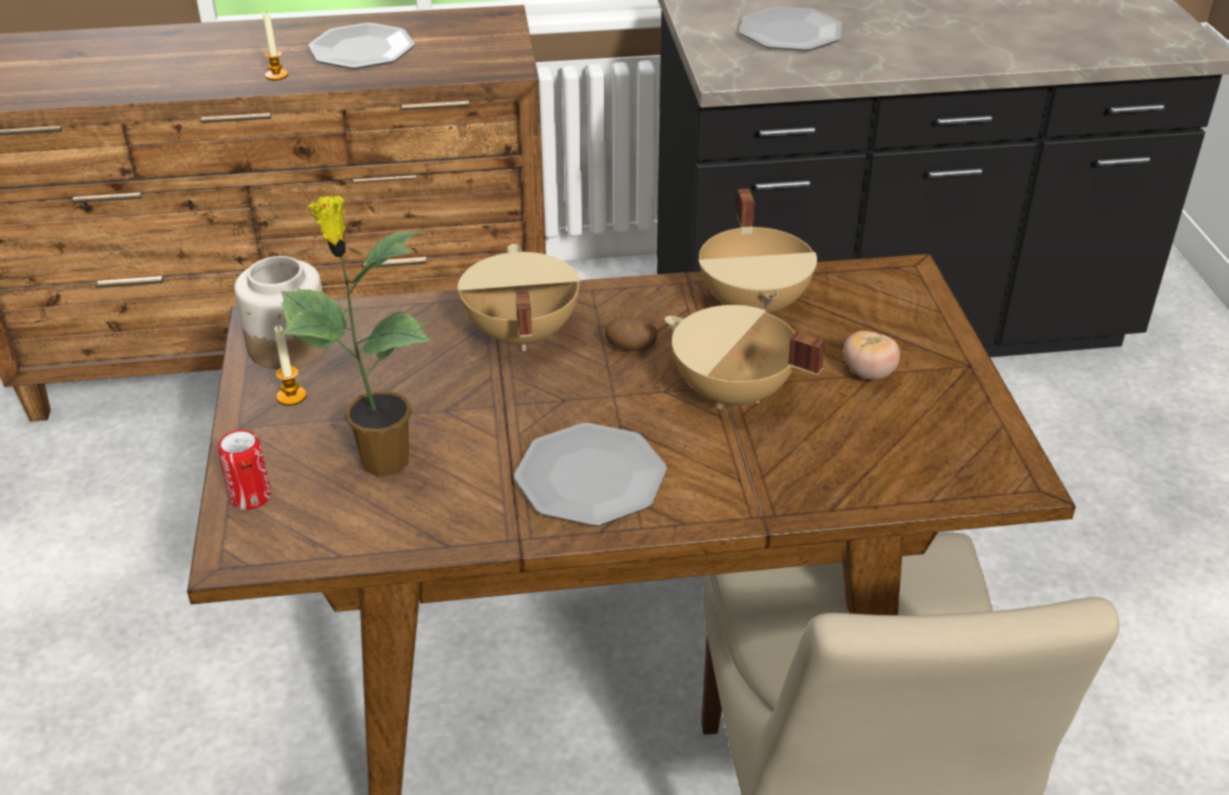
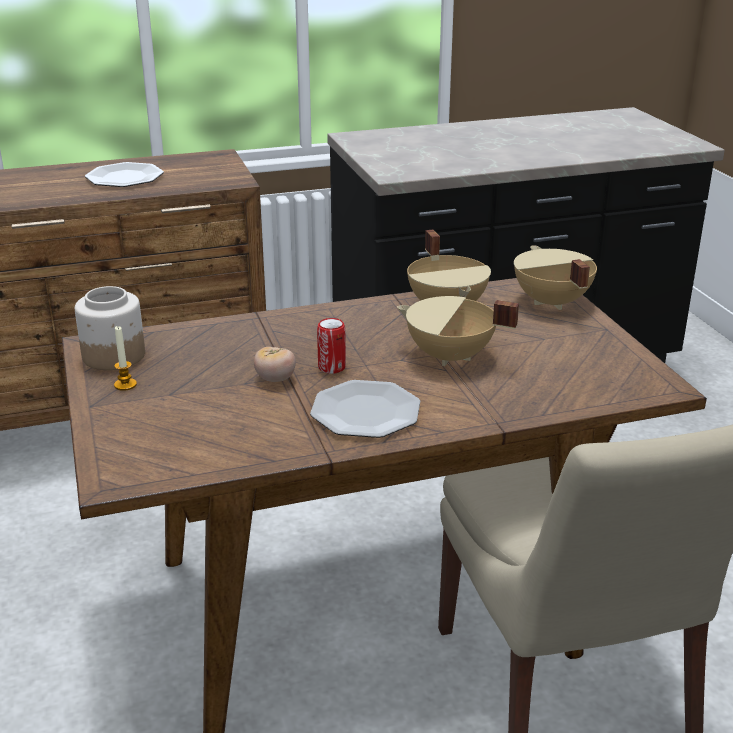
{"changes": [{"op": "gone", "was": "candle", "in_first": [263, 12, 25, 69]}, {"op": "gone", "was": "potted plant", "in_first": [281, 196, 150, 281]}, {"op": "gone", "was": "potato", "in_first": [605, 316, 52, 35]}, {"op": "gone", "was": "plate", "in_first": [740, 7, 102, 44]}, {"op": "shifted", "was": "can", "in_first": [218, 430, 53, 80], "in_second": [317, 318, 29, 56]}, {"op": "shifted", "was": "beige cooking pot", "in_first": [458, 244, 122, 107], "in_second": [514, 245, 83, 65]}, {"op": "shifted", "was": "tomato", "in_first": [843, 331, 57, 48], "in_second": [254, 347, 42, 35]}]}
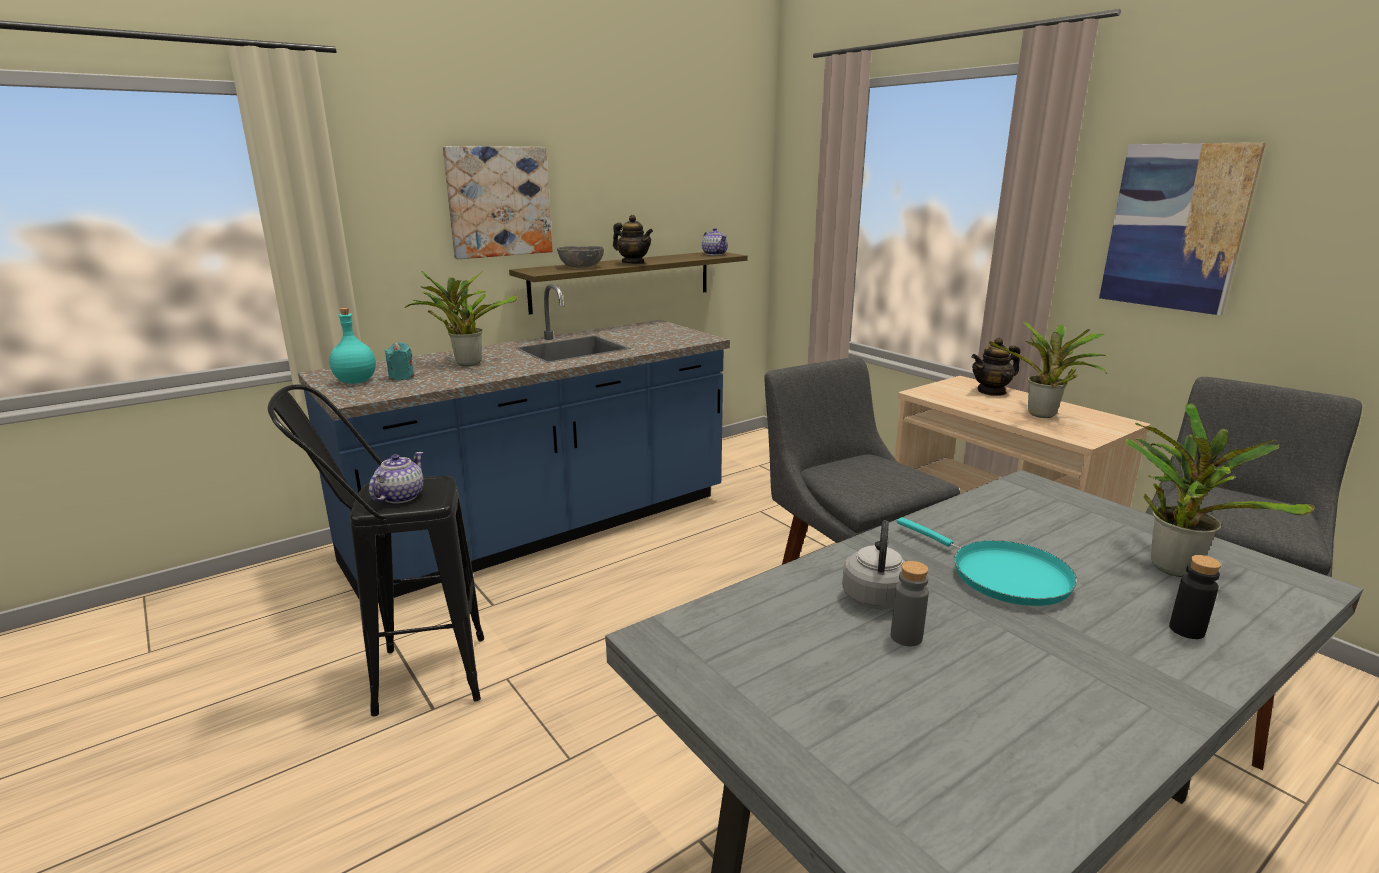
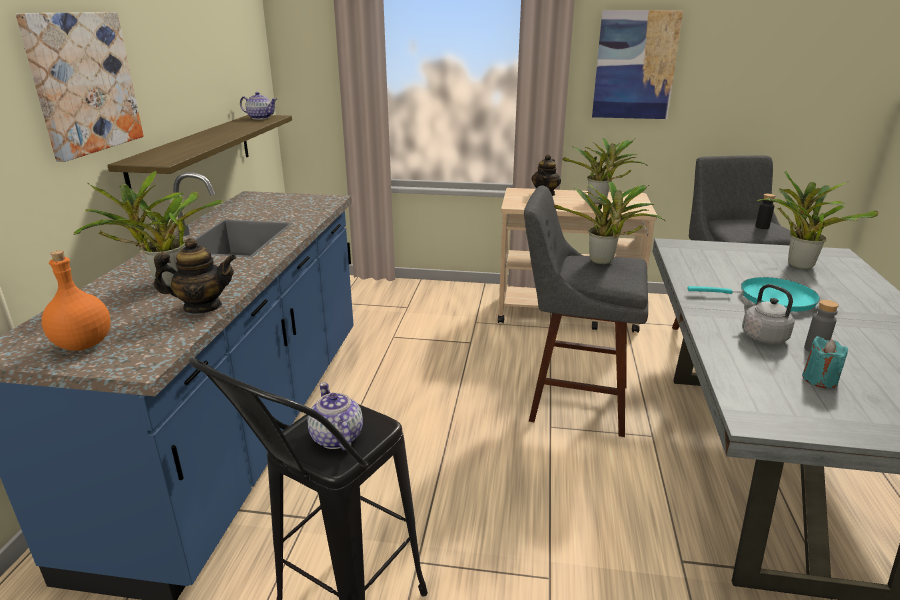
{"changes": [{"op": "gone", "was": "grey bowl", "in_first": [557, 246, 47, 22]}, {"op": "new", "now": "potted plant", "in_second": [554, 181, 111, 84]}, {"op": "shifted", "was": "turquoise candle", "in_first": [384, 342, 31, 39], "in_second": [802, 336, 46, 52]}, {"op": "shifted", "was": "teapot", "in_first": [613, 215, 40, 49], "in_second": [154, 238, 82, 76]}, {"op": "shifted", "was": "black bottle", "in_first": [1169, 555, 52, 84], "in_second": [755, 194, 20, 35]}, {"op": "repainted", "was": "turquoise bottle", "now": "orange bottle", "in_first": [329, 308, 47, 76], "in_second": [42, 251, 69, 100]}]}
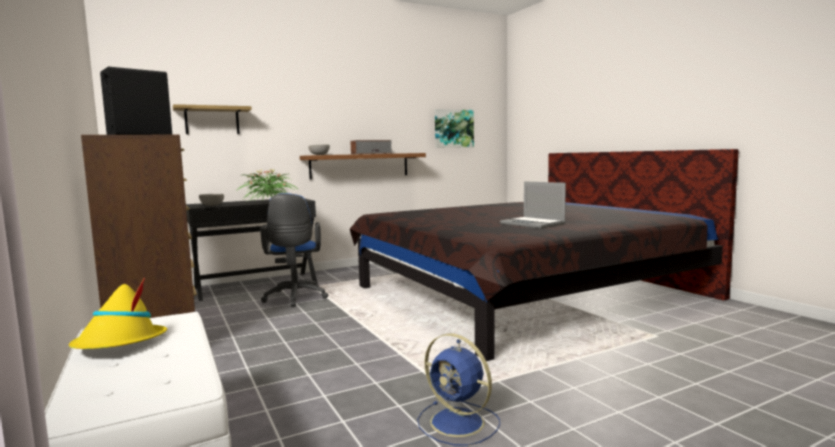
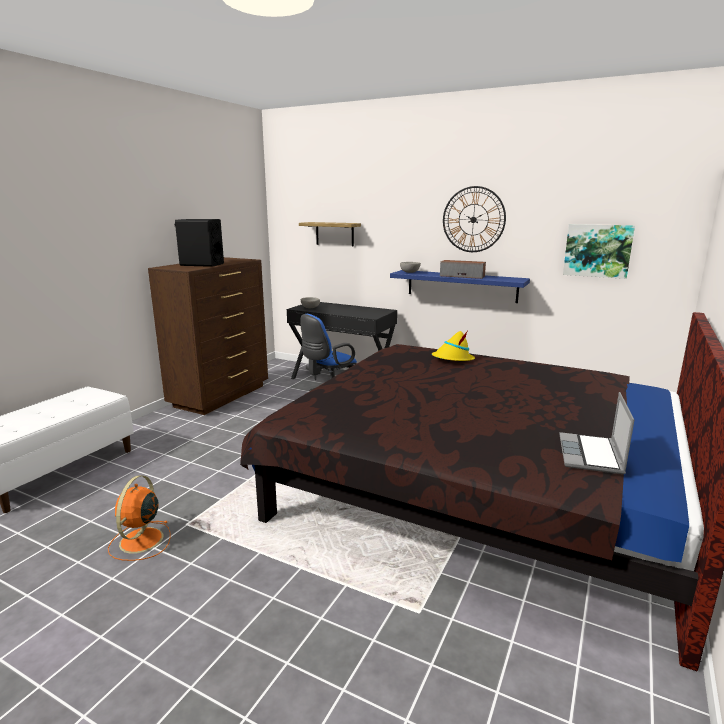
{"changes": [{"op": "gone", "was": "potted plant", "in_first": [236, 169, 63, 33]}, {"op": "new", "now": "wall clock", "in_second": [443, 186, 63, 66]}, {"op": "shifted", "was": "yellow hat", "in_first": [69, 278, 98, 71], "in_second": [432, 331, 43, 30]}, {"op": "shifted", "was": "laptop", "in_first": [500, 181, 66, 48], "in_second": [559, 392, 75, 82]}, {"op": "repainted", "was": "brown shelf", "now": "blue shelf", "in_first": [300, 153, 126, 26], "in_second": [390, 270, 140, 33]}, {"op": "repainted", "was": "blue fan", "now": "orange fan", "in_first": [417, 333, 83, 113], "in_second": [108, 475, 63, 86]}]}
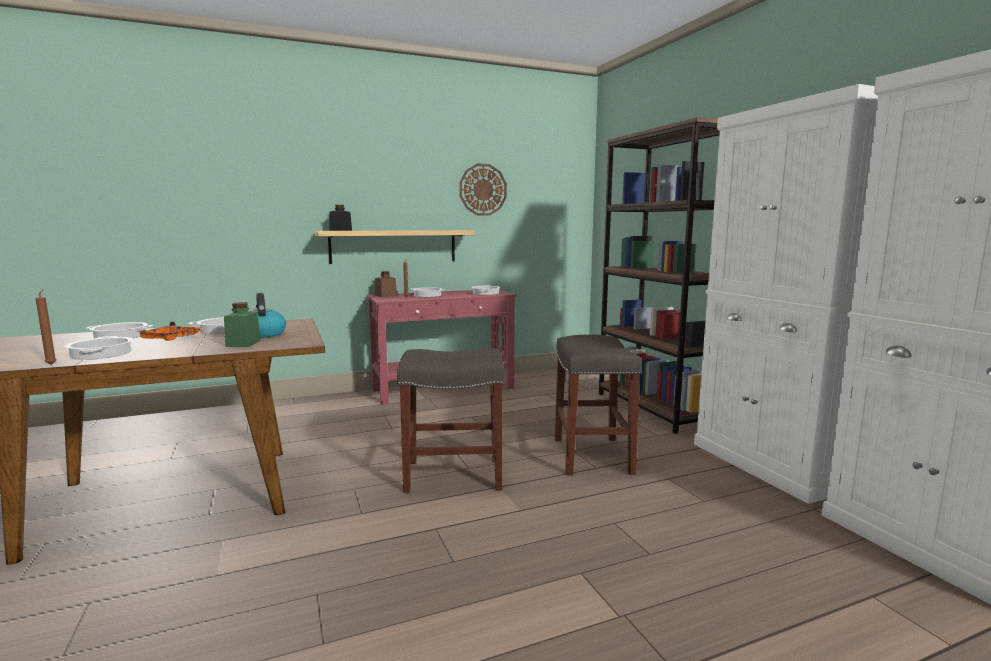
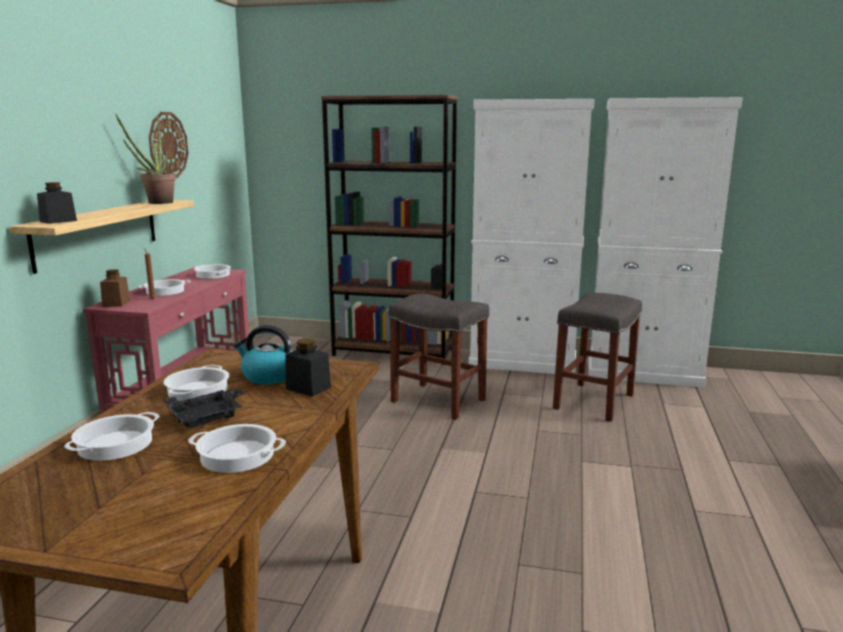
{"changes": [{"op": "gone", "was": "brown candle", "in_first": [35, 289, 21, 76]}, {"op": "new", "now": "potted plant", "in_second": [115, 113, 61, 91]}, {"op": "shifted", "was": "grey stool", "in_first": [397, 348, 107, 145], "in_second": [553, 293, 89, 129]}, {"op": "repainted", "was": "orange tray", "now": "black tray", "in_first": [136, 322, 69, 19], "in_second": [166, 388, 79, 40]}, {"op": "repainted", "was": "green jar", "now": "black jar", "in_first": [224, 302, 37, 45], "in_second": [285, 338, 46, 59]}]}
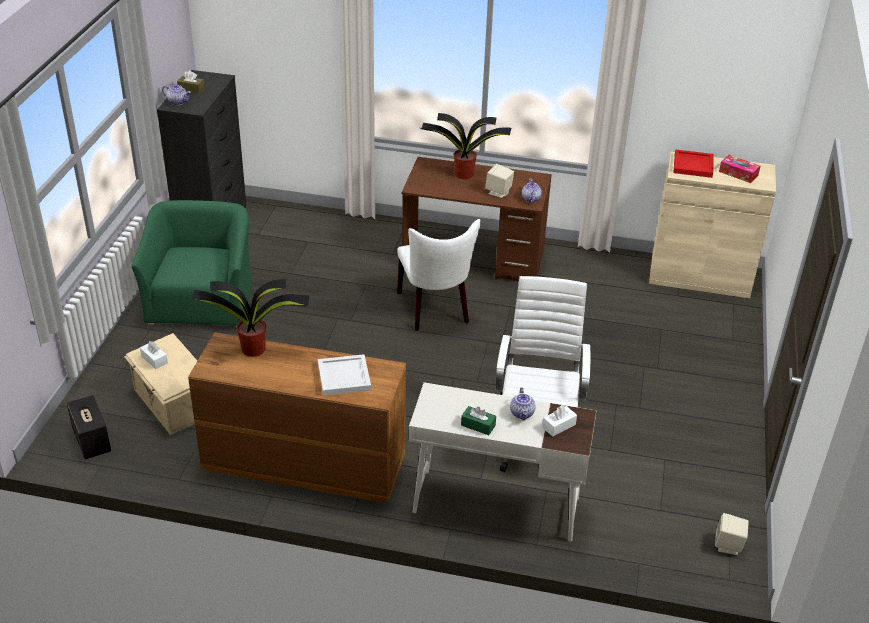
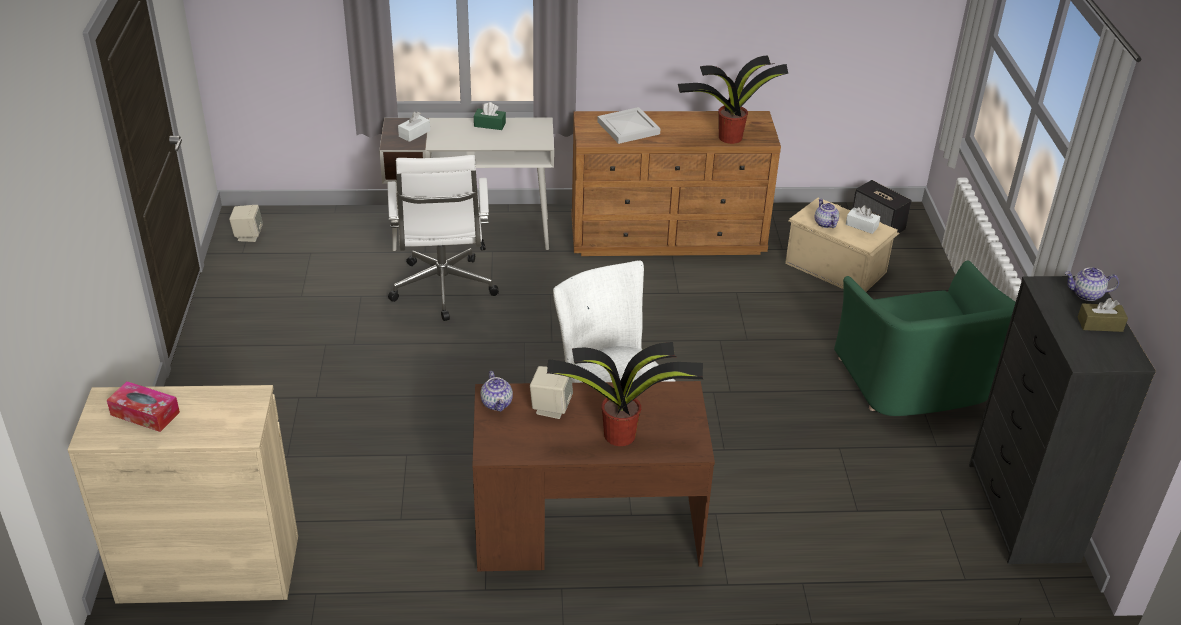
{"changes": [{"op": "gone", "was": "red tray", "in_first": [674, 149, 40, 29]}, {"op": "shifted", "was": "teapot", "in_first": [510, 387, 25, 33], "in_second": [815, 198, 24, 30]}]}
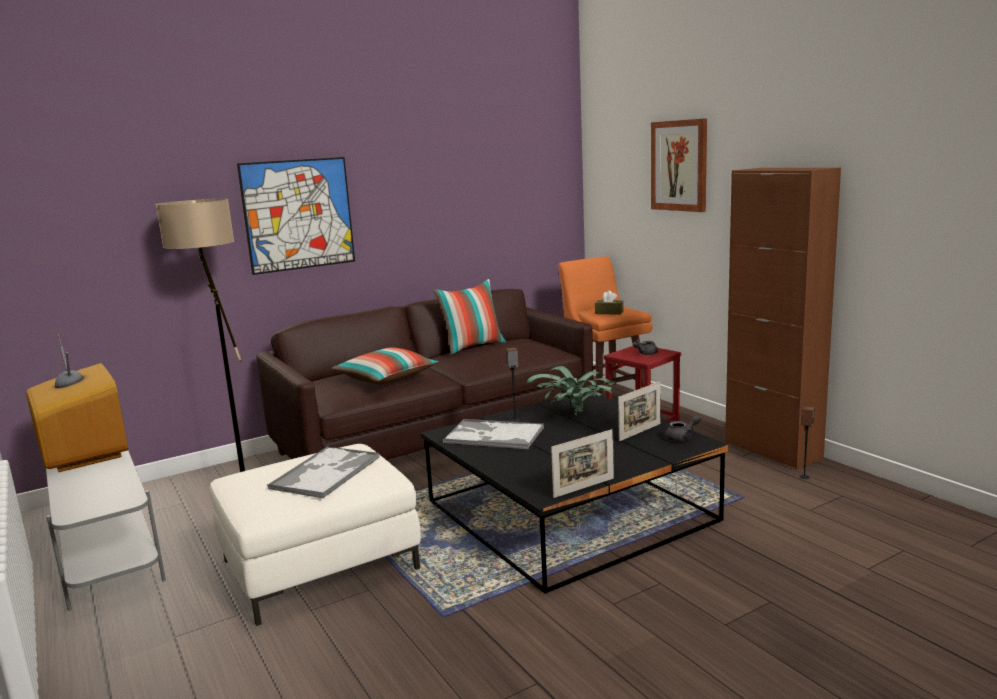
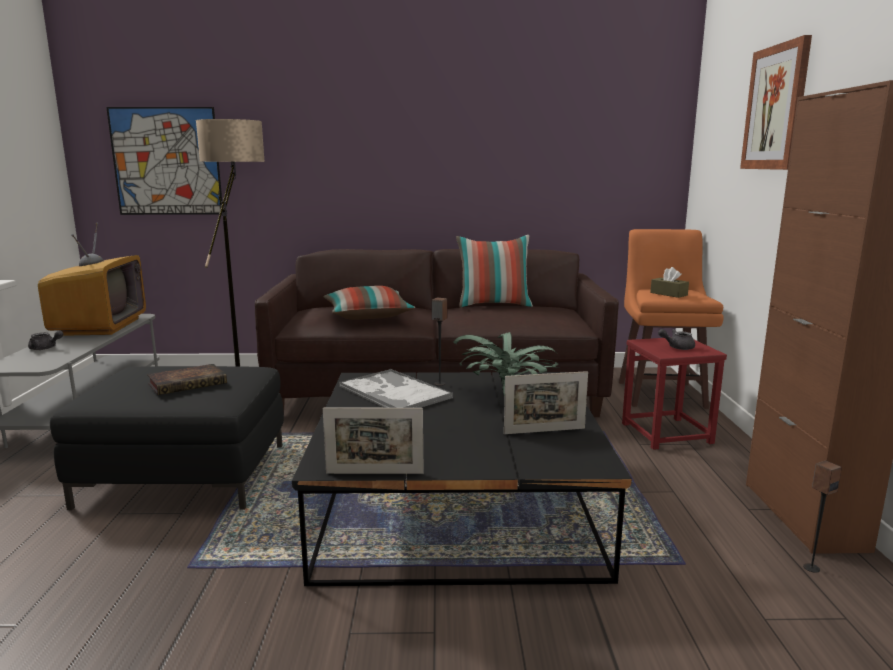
{"changes": [{"op": "shifted", "was": "picture", "in_first": [237, 157, 118, 118], "in_second": [106, 107, 116, 108]}, {"op": "shifted", "was": "grey teapot", "in_first": [665, 415, 36, 26], "in_second": [28, 330, 35, 20]}, {"op": "swapped", "was": "tray", "now": "book", "in_first": [267, 446, 113, 52], "in_second": [147, 364, 80, 31]}, {"op": "repainted", "was": "white ottoman", "now": "black ottoman", "in_first": [210, 444, 211, 182], "in_second": [50, 366, 234, 144]}]}
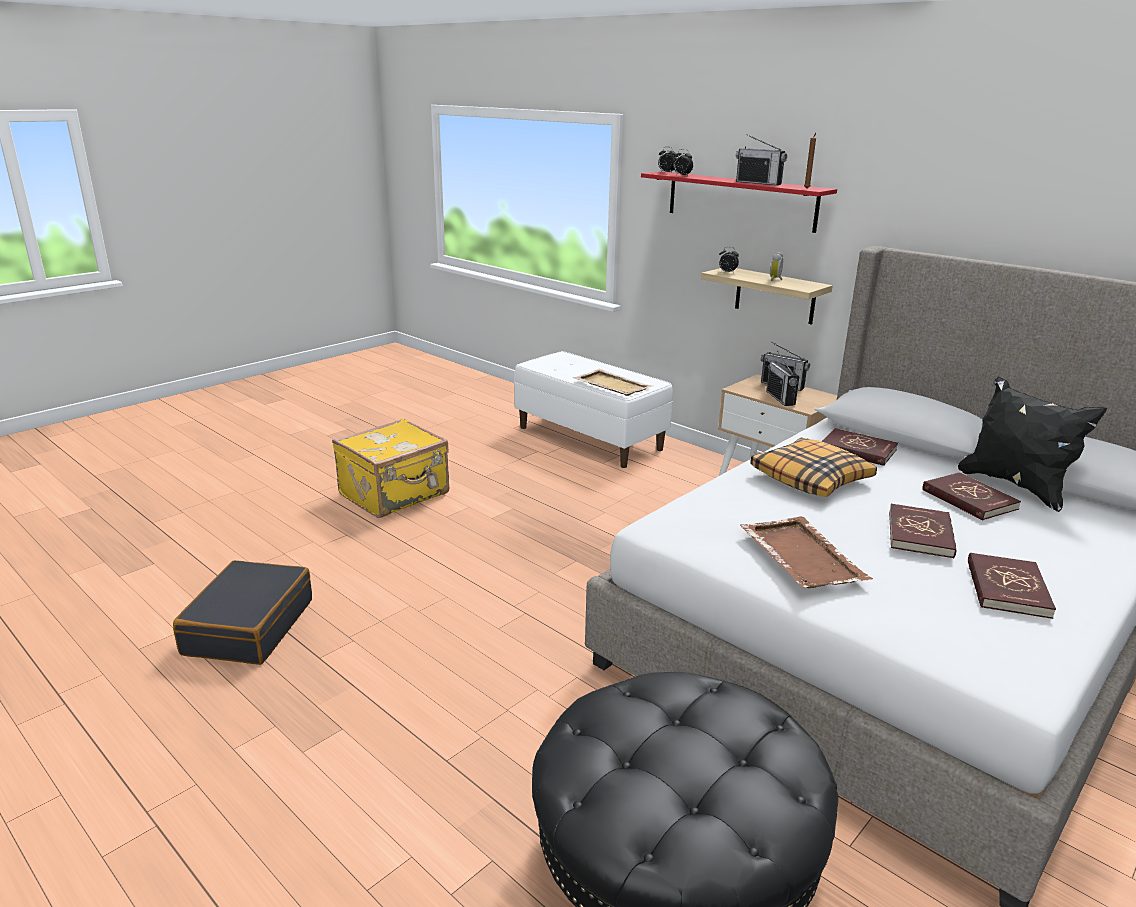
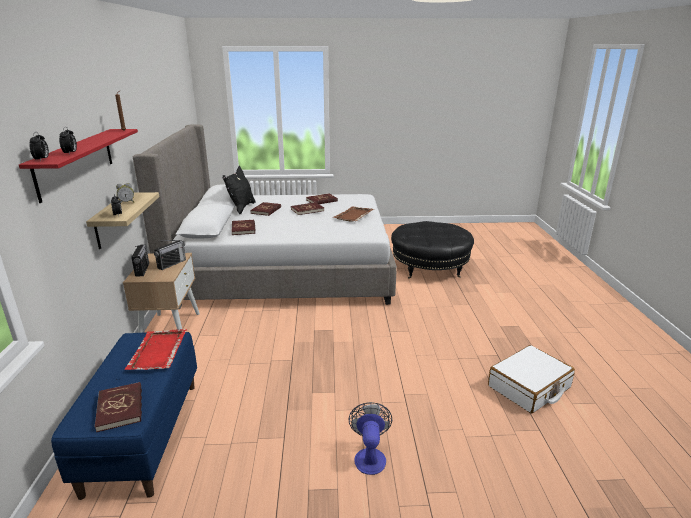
{"changes": [{"op": "gone", "was": "radio", "in_first": [736, 134, 51, 51]}, {"op": "gone", "was": "pillow", "in_first": [751, 438, 126, 59]}, {"op": "new", "now": "red book", "in_second": [95, 382, 47, 50]}, {"op": "swapped", "was": "yellow suitcase", "now": "fan", "in_first": [332, 418, 117, 100], "in_second": [348, 402, 44, 73]}, {"op": "repainted", "was": "black suitcase", "now": "white suitcase", "in_first": [173, 560, 139, 105], "in_second": [488, 345, 87, 68]}, {"op": "repainted", "was": "white bench", "now": "blue bench", "in_first": [514, 351, 159, 117], "in_second": [51, 332, 146, 168]}, {"op": "repainted", "was": "beige tray", "now": "red tray", "in_first": [572, 369, 81, 27], "in_second": [124, 329, 63, 41]}]}
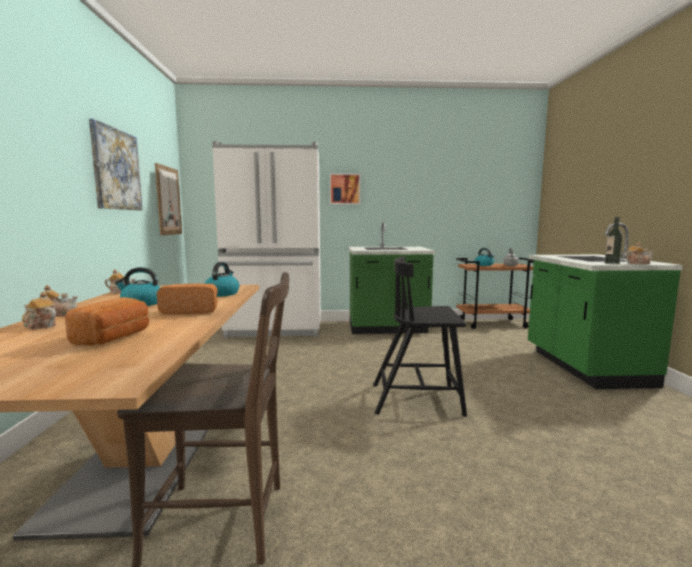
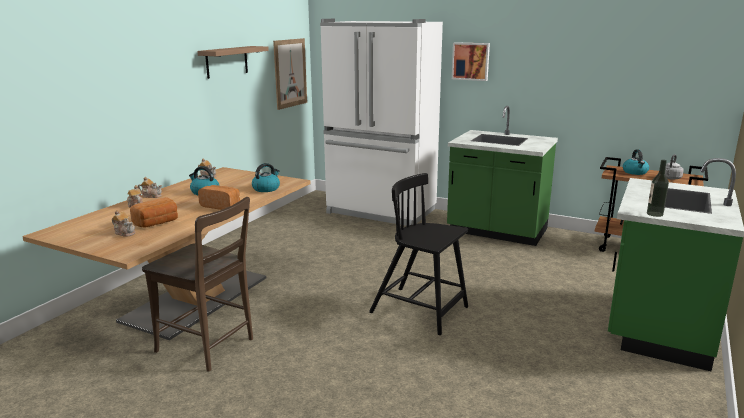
{"changes": [{"op": "shifted", "was": "teapot", "in_first": [624, 243, 29, 21], "in_second": [112, 210, 23, 27]}, {"op": "swapped", "was": "picture", "now": "shelf", "in_first": [89, 119, 54, 91], "in_second": [197, 46, 72, 33]}]}
